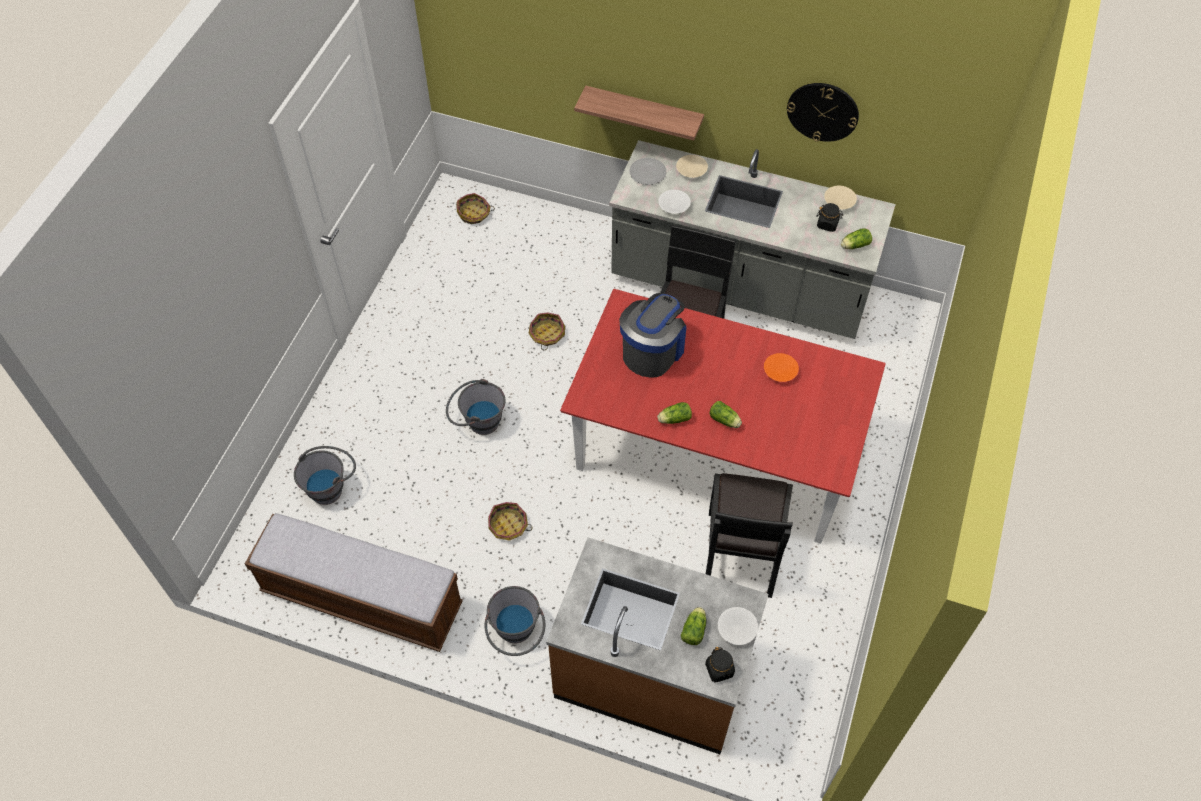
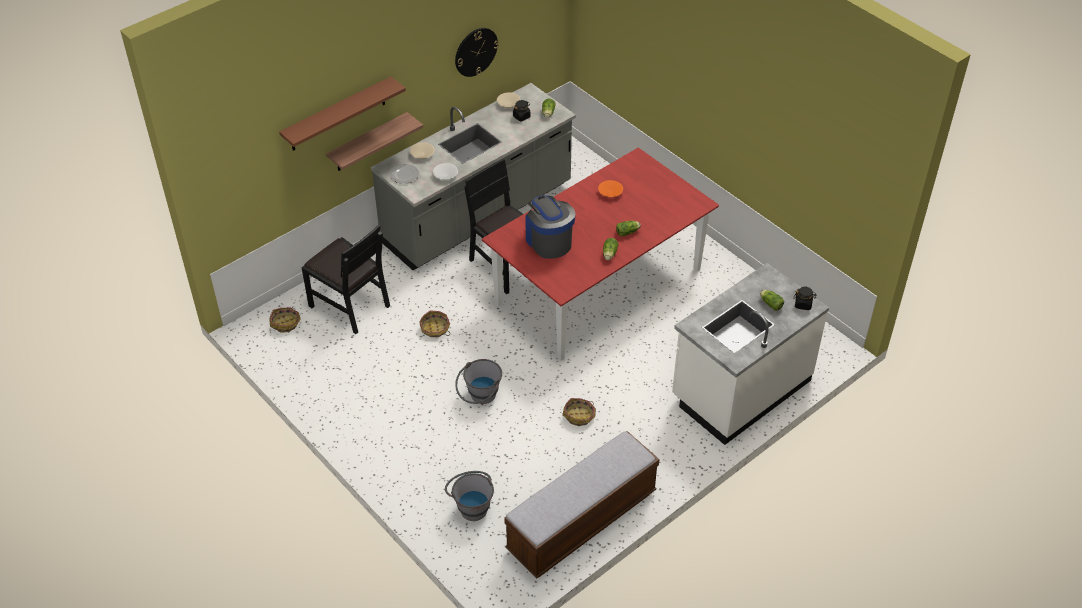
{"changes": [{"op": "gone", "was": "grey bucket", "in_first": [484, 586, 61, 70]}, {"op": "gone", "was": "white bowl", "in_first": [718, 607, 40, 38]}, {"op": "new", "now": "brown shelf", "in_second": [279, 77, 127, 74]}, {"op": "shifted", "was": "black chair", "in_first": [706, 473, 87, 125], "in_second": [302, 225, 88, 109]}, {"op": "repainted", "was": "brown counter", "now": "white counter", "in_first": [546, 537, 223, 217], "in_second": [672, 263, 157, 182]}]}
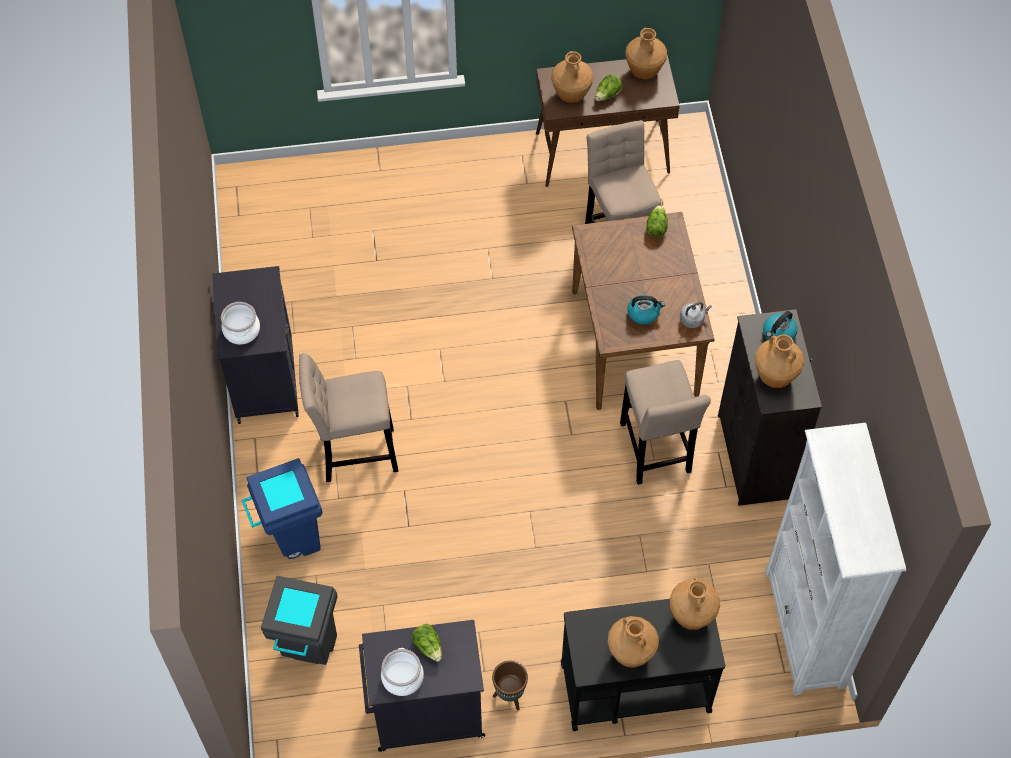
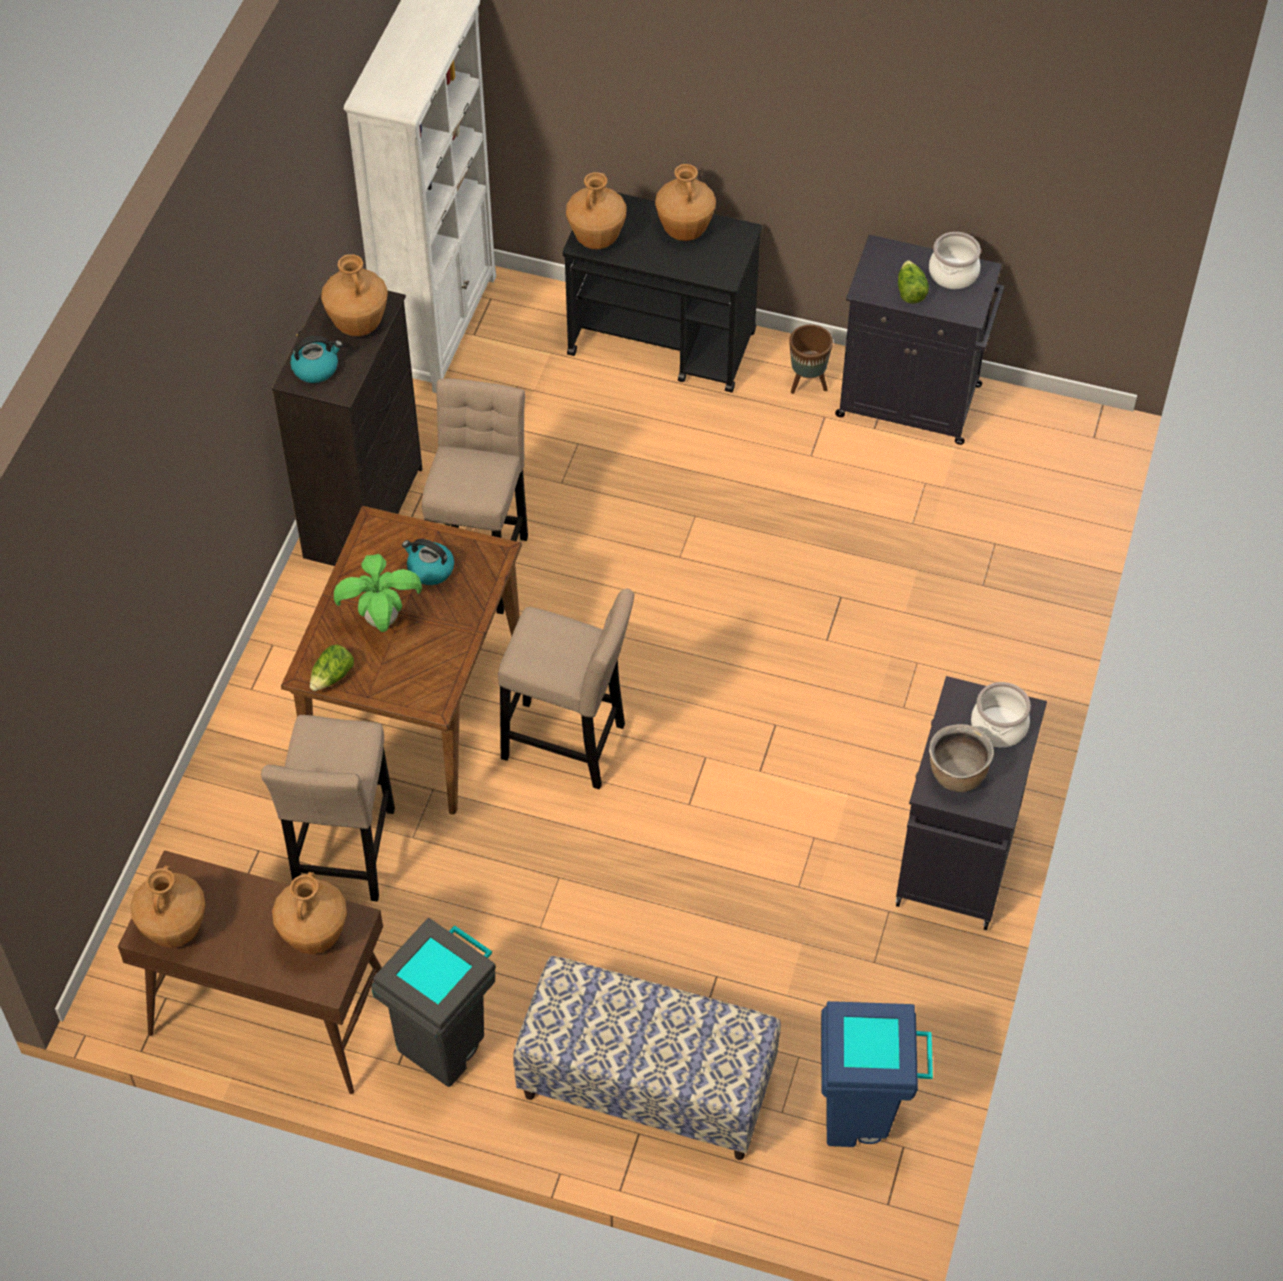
{"changes": [{"op": "gone", "was": "lettuce", "in_first": [595, 74, 27, 27]}, {"op": "gone", "was": "grey kettle", "in_first": [680, 302, 32, 26]}, {"op": "new", "now": "potted plant", "in_second": [334, 554, 88, 78]}, {"op": "new", "now": "bench", "in_second": [513, 956, 268, 204]}, {"op": "new", "now": "brown cooking pot", "in_second": [929, 724, 65, 68]}, {"op": "shifted", "was": "blue trash can", "in_first": [242, 458, 80, 101], "in_second": [821, 1001, 112, 146]}, {"op": "shifted", "was": "grey trash can", "in_first": [261, 576, 76, 89], "in_second": [371, 918, 125, 169]}, {"op": "shifted", "was": "beige stool", "in_first": [299, 353, 99, 129], "in_second": [498, 588, 137, 201]}]}
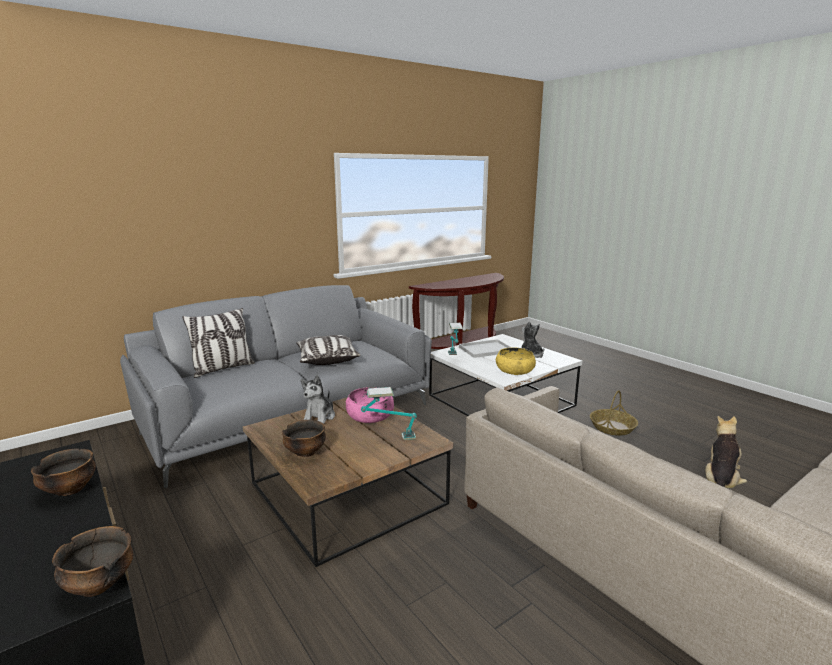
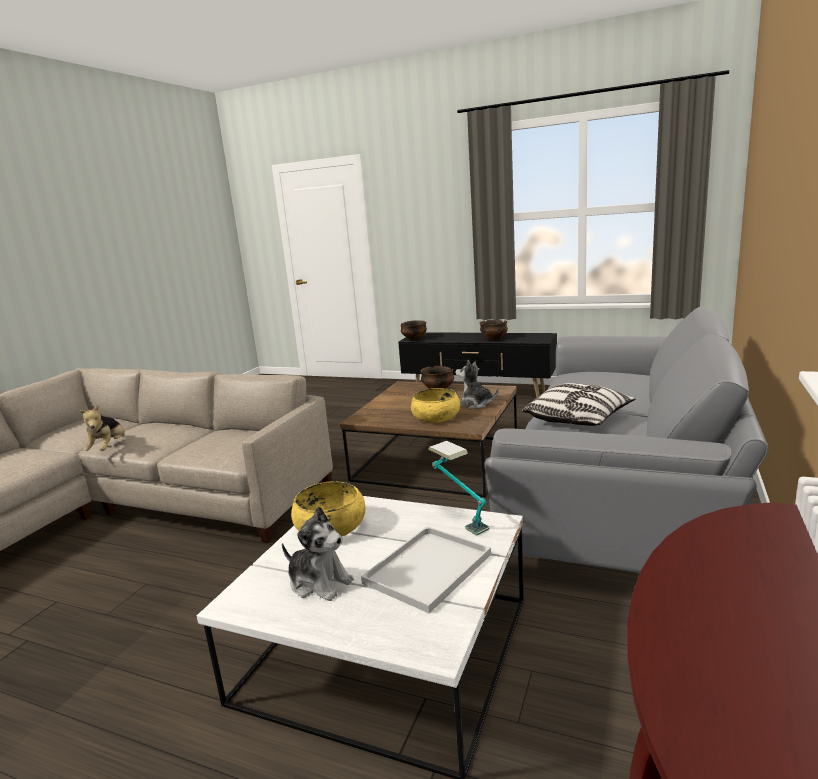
{"changes": [{"op": "gone", "was": "pillow", "in_first": [182, 308, 73, 70]}, {"op": "gone", "was": "table lamp", "in_first": [361, 387, 56, 53]}, {"op": "gone", "was": "basket", "in_first": [590, 390, 48, 46]}, {"op": "repainted", "was": "pink bowl", "now": "yellow bowl", "in_first": [346, 387, 48, 36], "in_second": [411, 388, 49, 34]}, {"op": "rotated", "was": "plush toy", "in_first": [301, 375, 34, 49], "in_second": [456, 360, 42, 49], "clockwise": -45}]}
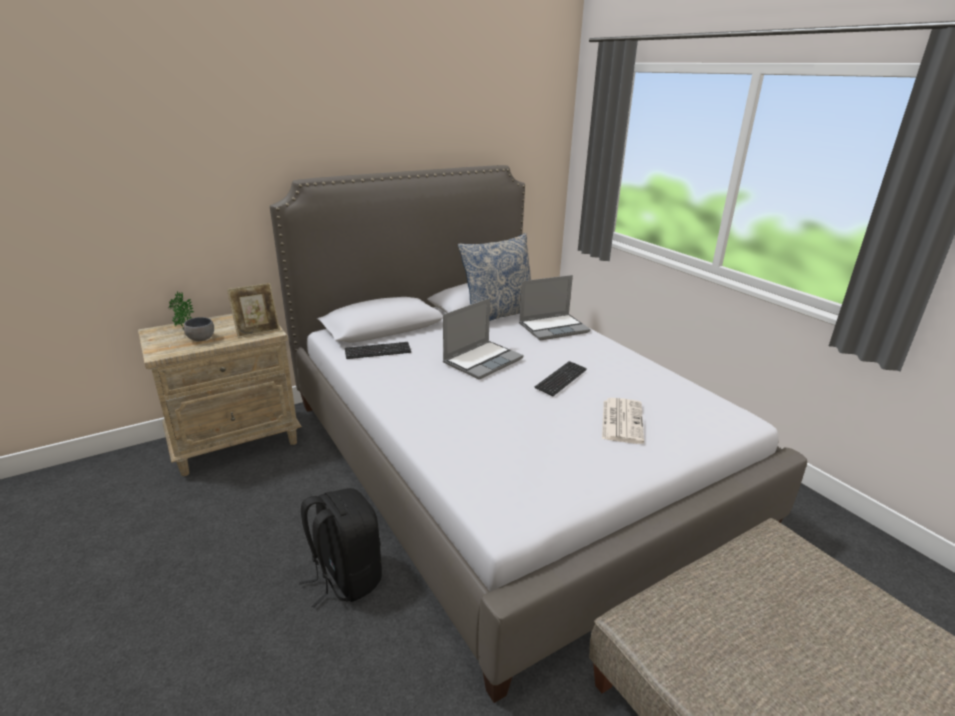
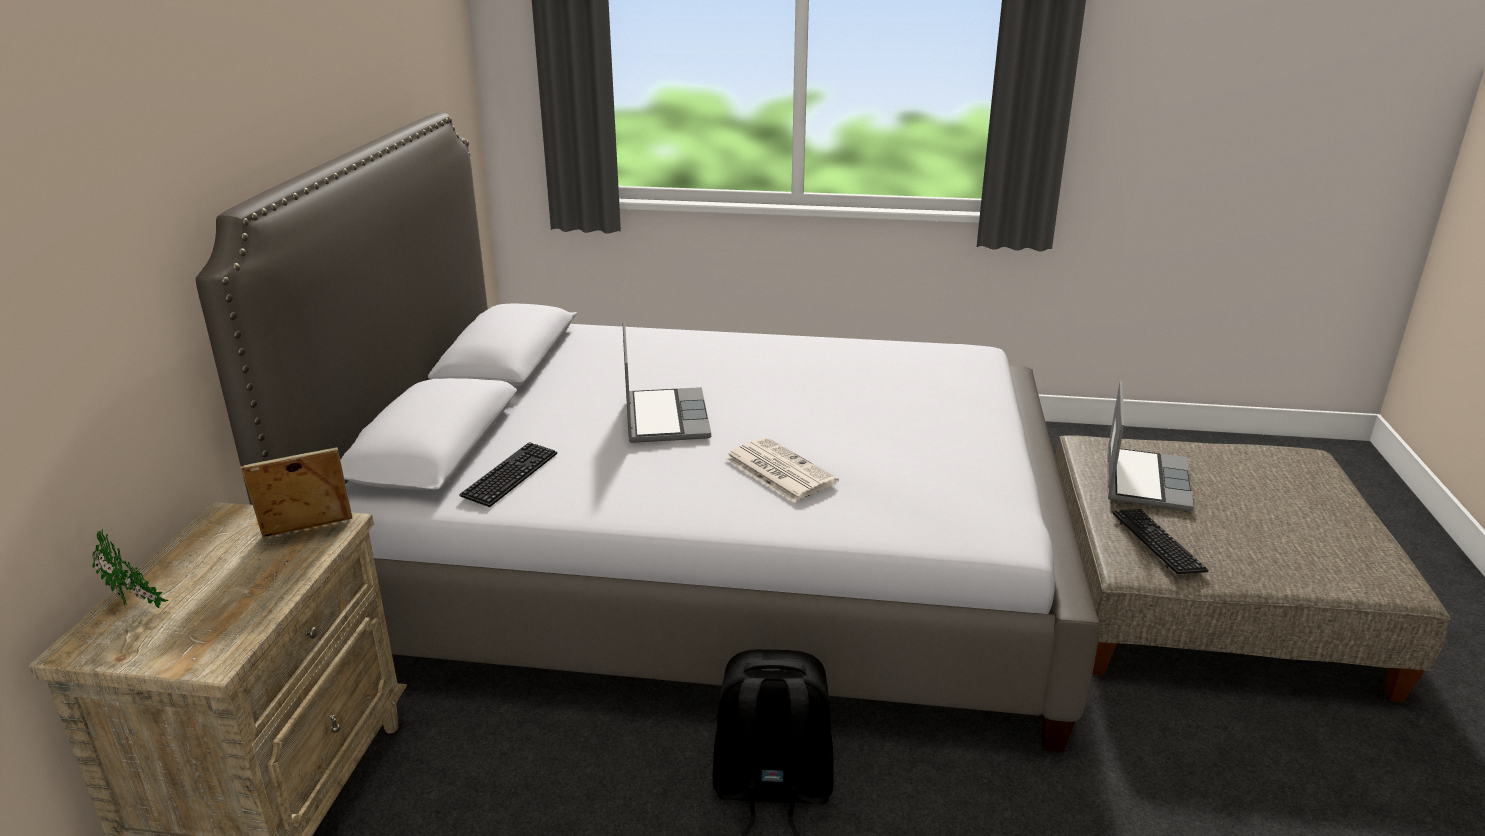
{"changes": [{"op": "gone", "was": "grey bowl", "in_first": [184, 317, 30, 24]}, {"op": "gone", "was": "pillow", "in_first": [458, 233, 73, 88]}, {"op": "shifted", "was": "laptop", "in_first": [519, 275, 72, 66], "in_second": [1107, 381, 87, 130]}, {"op": "shifted", "was": "keyboard", "in_first": [535, 361, 52, 35], "in_second": [1112, 509, 97, 65]}, {"op": "shifted", "was": "newspaper", "in_first": [602, 398, 42, 46], "in_second": [725, 437, 114, 65]}, {"op": "rotated", "was": "picture frame", "in_first": [227, 283, 53, 55], "in_second": [241, 447, 112, 91], "clockwise": -120}]}
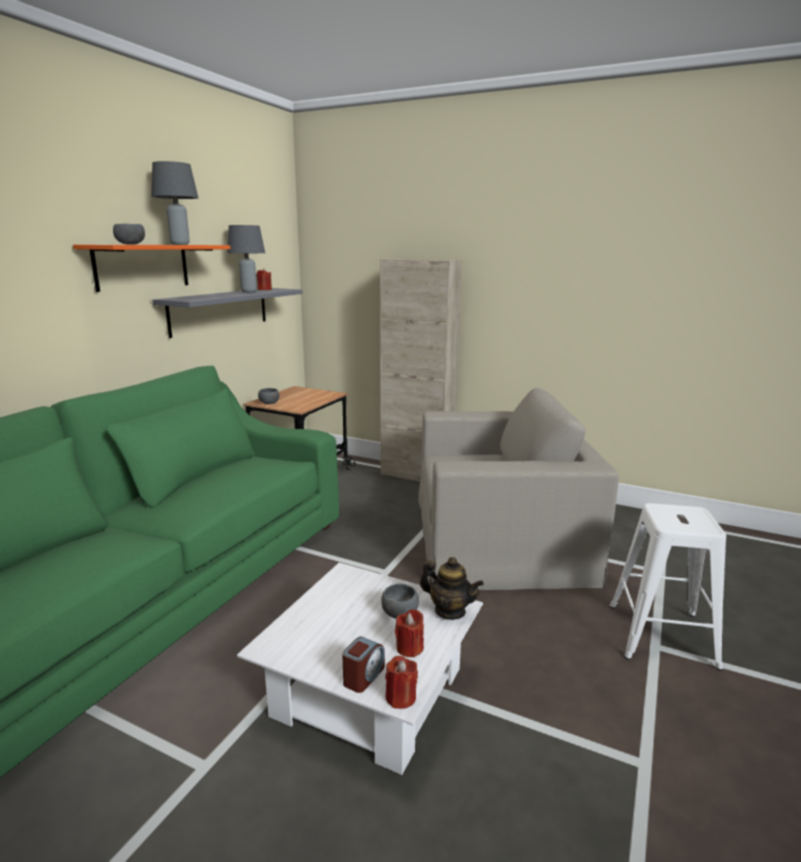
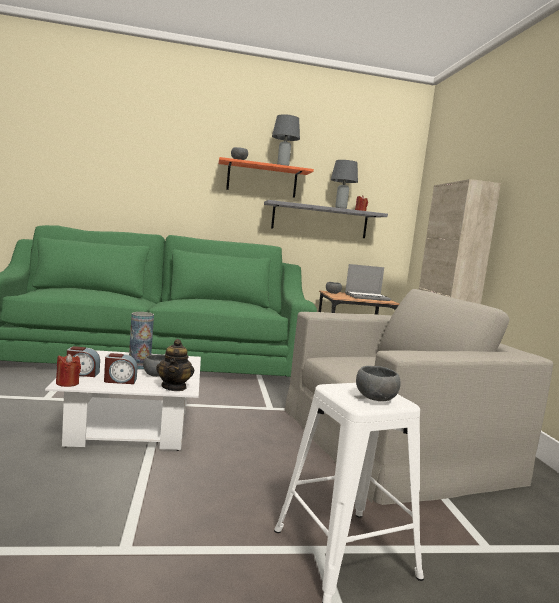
{"changes": [{"op": "new", "now": "vase", "in_second": [129, 312, 25, 58]}, {"op": "new", "now": "laptop", "in_second": [345, 264, 46, 37]}, {"op": "new", "now": "grey bowl", "in_second": [356, 366, 45, 35]}, {"op": "swapped", "was": "red candle", "now": "alarm clock", "in_first": [395, 609, 29, 49], "in_second": [104, 353, 33, 31]}, {"op": "rotated", "was": "beige armchair", "in_first": [418, 388, 201, 202], "in_second": [285, 289, 268, 216], "clockwise": -75}]}
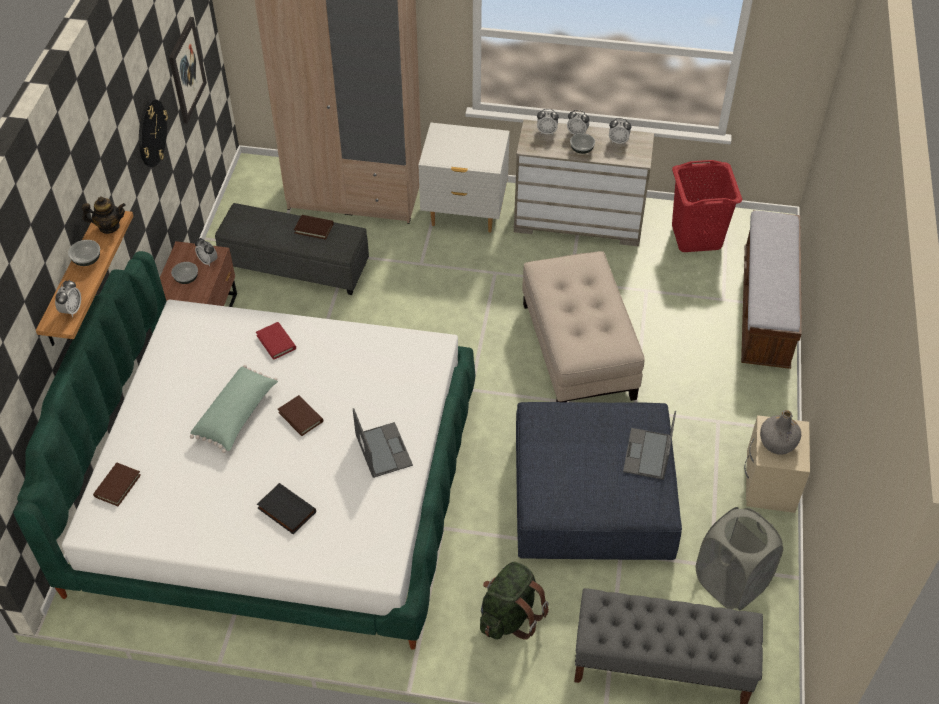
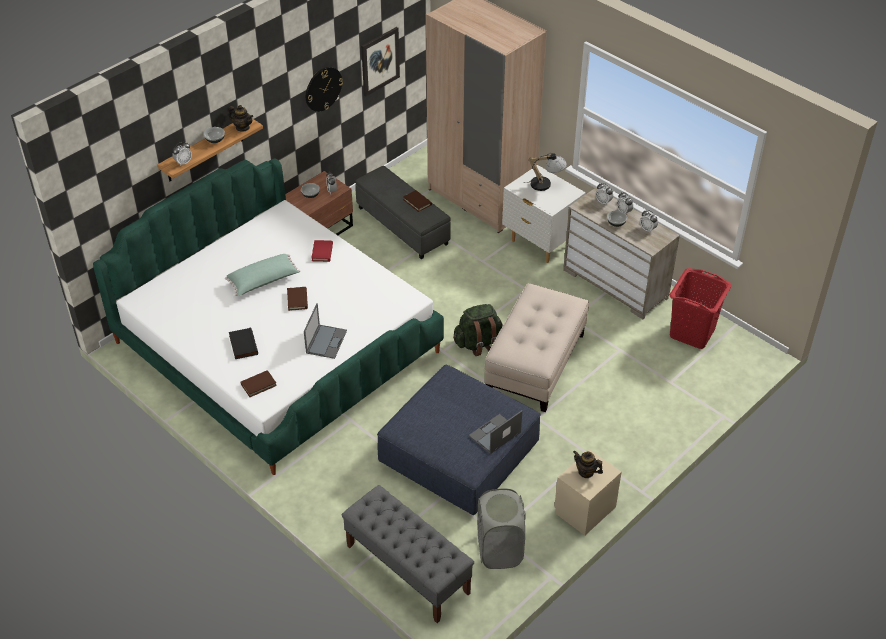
{"changes": [{"op": "gone", "was": "bench", "in_first": [741, 210, 61, 159]}, {"op": "new", "now": "table lamp", "in_second": [523, 153, 44, 38]}, {"op": "shifted", "was": "brown book", "in_first": [93, 463, 48, 43], "in_second": [241, 370, 36, 27]}, {"op": "shifted", "was": "green backpack", "in_first": [480, 562, 69, 78], "in_second": [453, 304, 50, 52]}, {"op": "swapped", "was": "grey bottle", "now": "teapot", "in_first": [760, 410, 41, 45], "in_second": [573, 451, 30, 27]}]}
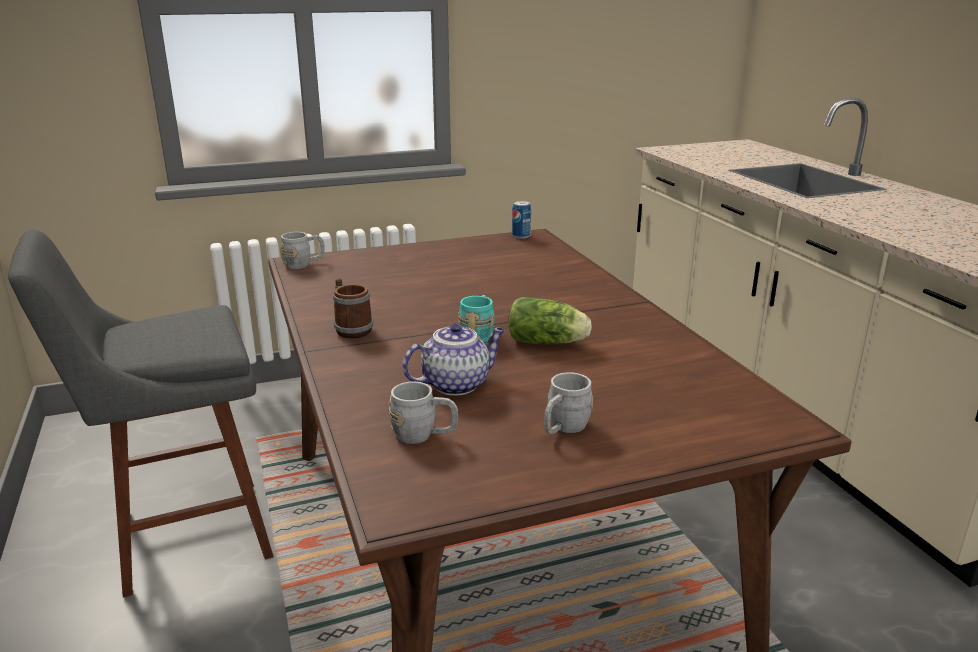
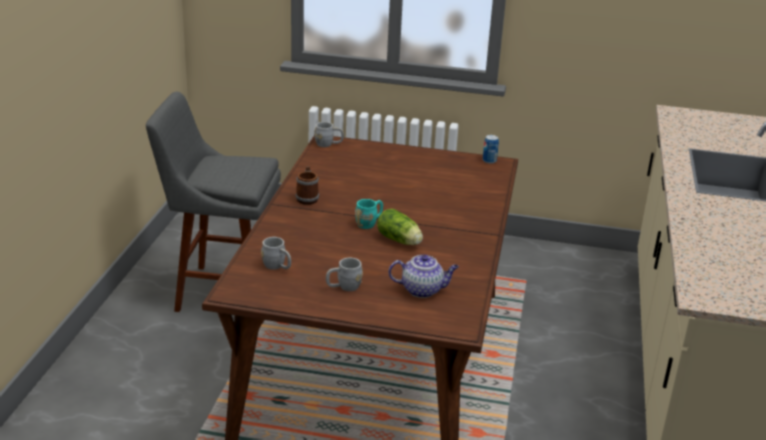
{"changes": [{"op": "shifted", "was": "teapot", "in_first": [402, 323, 103, 72], "in_second": [388, 255, 71, 43]}]}
